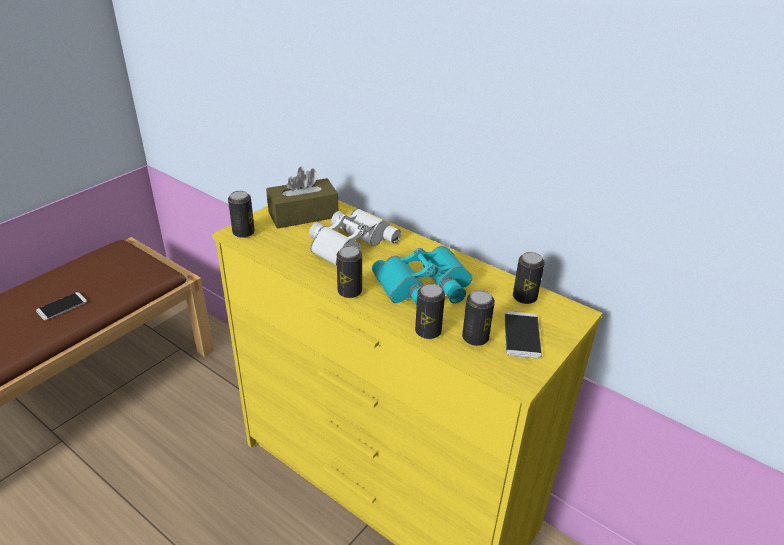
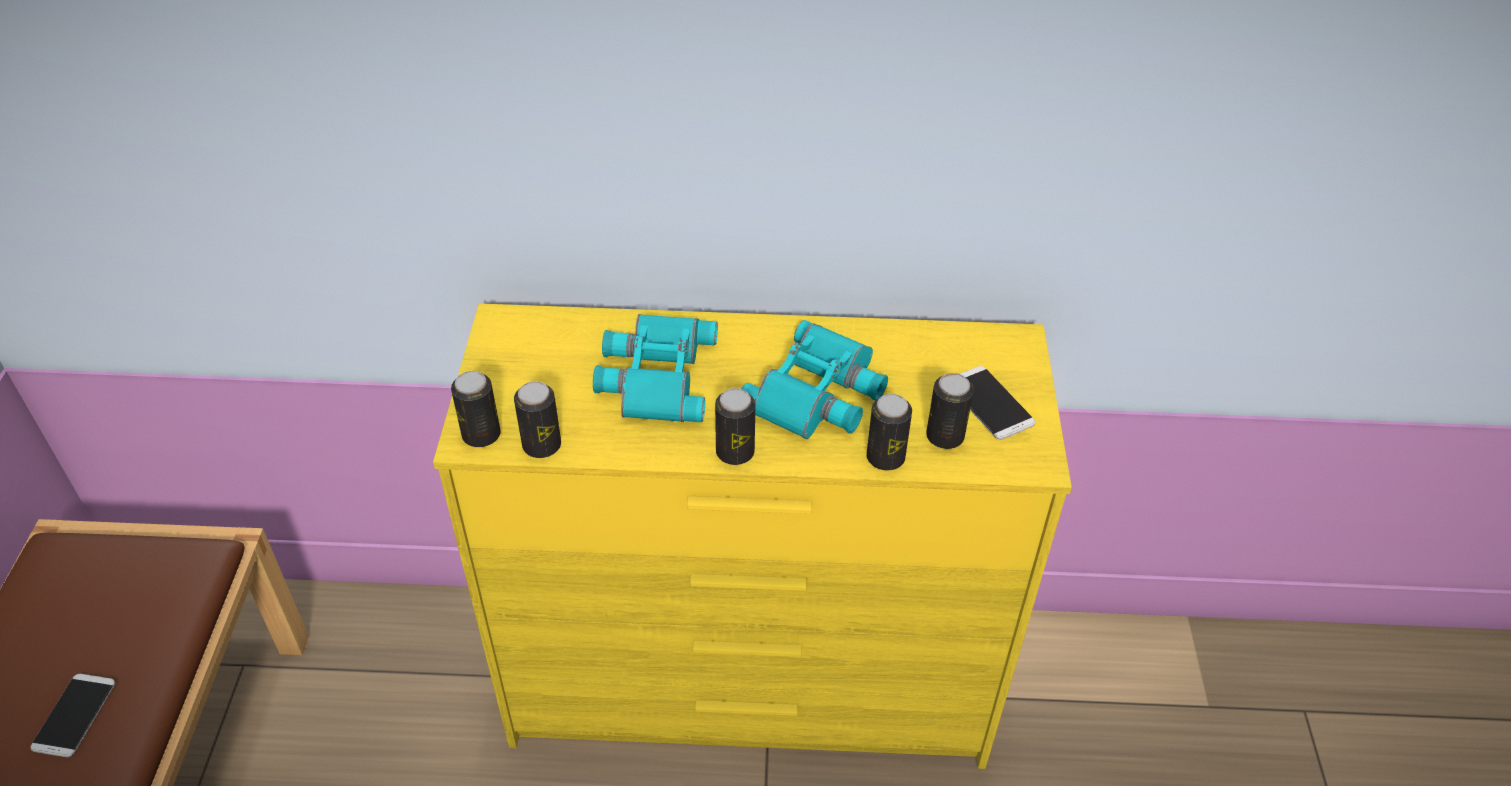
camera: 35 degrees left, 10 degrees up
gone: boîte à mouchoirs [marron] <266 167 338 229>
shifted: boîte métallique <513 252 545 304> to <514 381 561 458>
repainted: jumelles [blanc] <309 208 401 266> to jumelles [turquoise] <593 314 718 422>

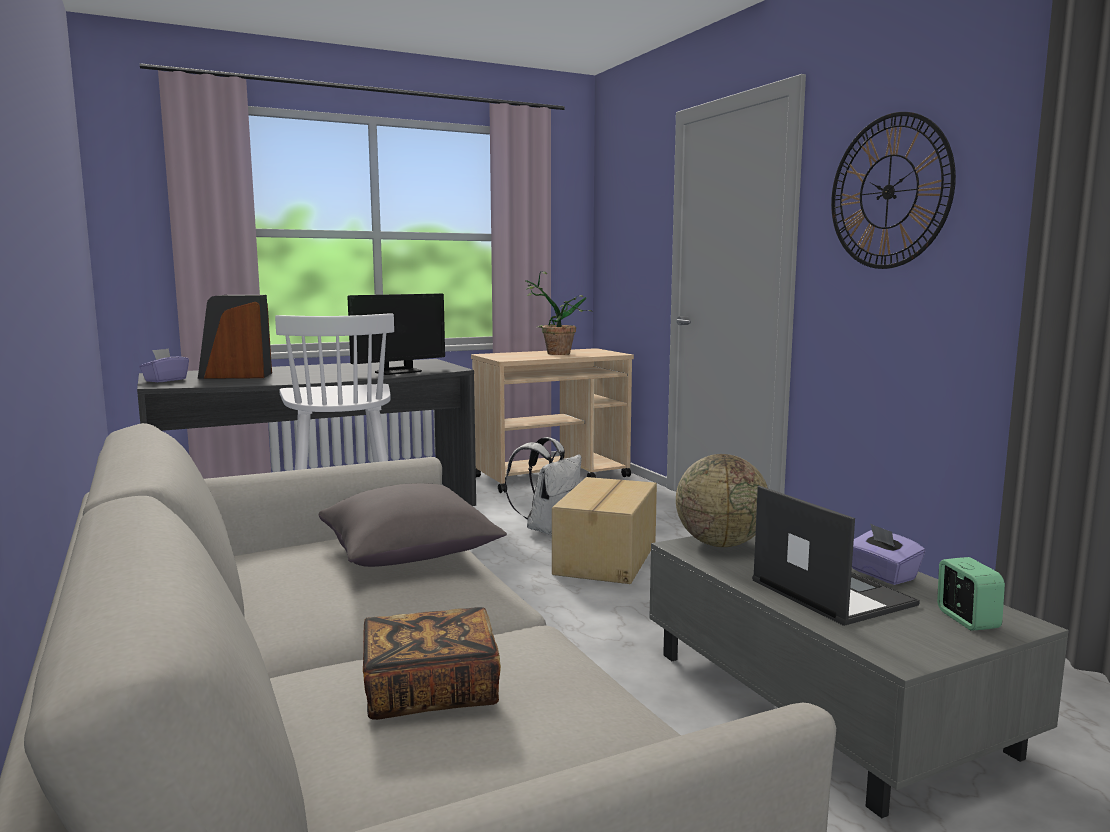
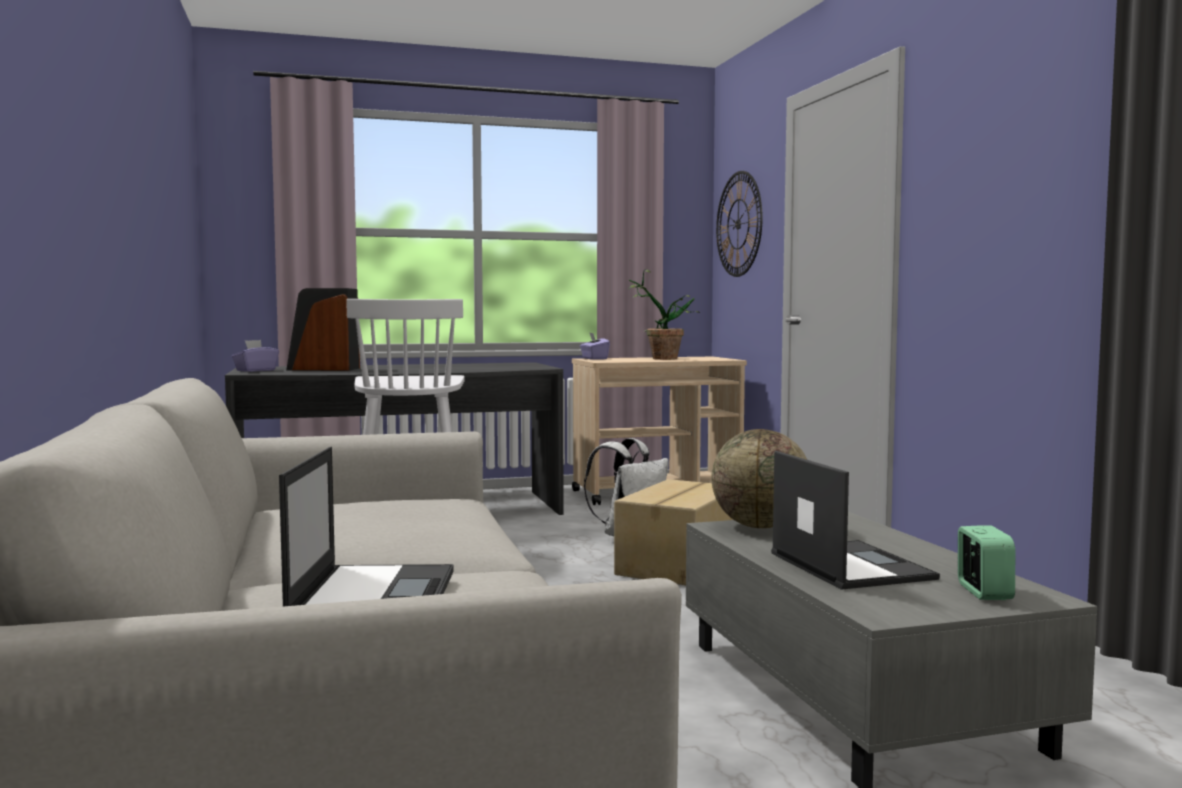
camera: 10 degrees right, 5 degrees down
gone: coussin [gris] <319 483 507 567>; écran d'ordinateur <347 293 445 375>
shifted: horloge murale <831 112 956 269> to <716 171 763 277>; boîte à mouchoirs [violet] <852 523 925 585> to <580 332 610 360>
swapped: livre <363 607 501 720> to ordinateur portable <279 447 454 606>

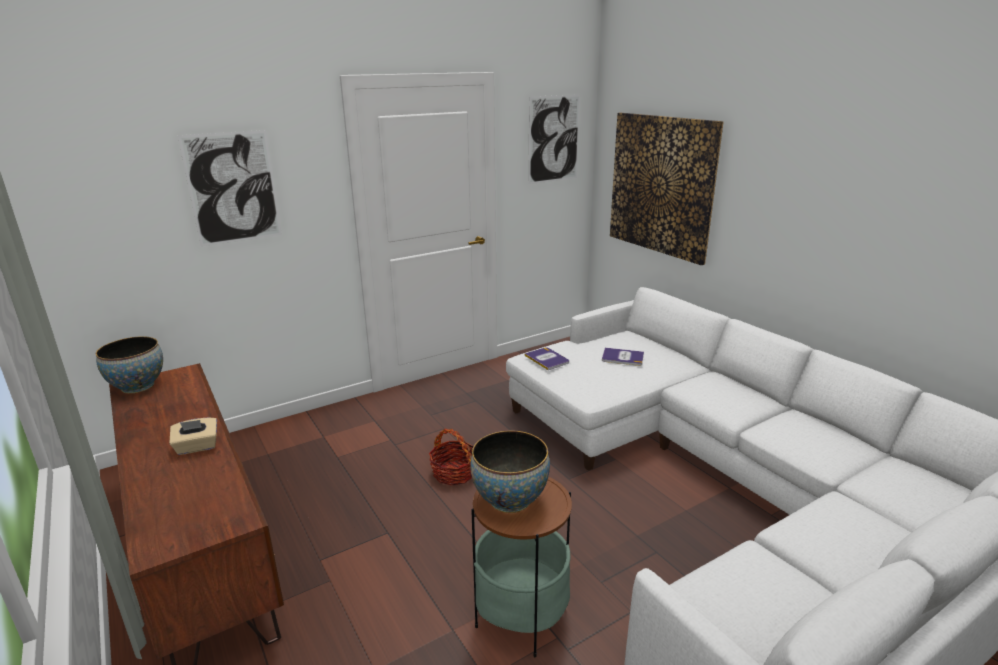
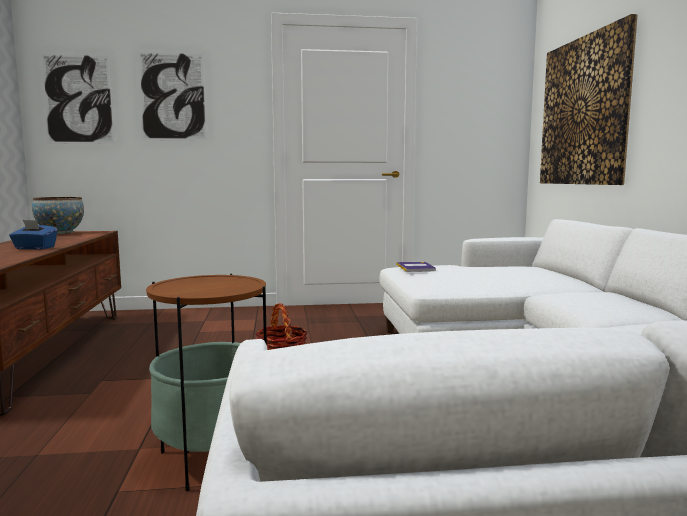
camera: 25 degrees right, 15 degrees down
gone: bol <470 430 550 513>; livre <602 348 644 366>
shifted: tableau <528 94 580 184> to <39 52 115 144>
repainted: boîte à mouchoirs [beige] <169 417 217 455> to boîte à mouchoirs [bleu] <9 220 57 250>

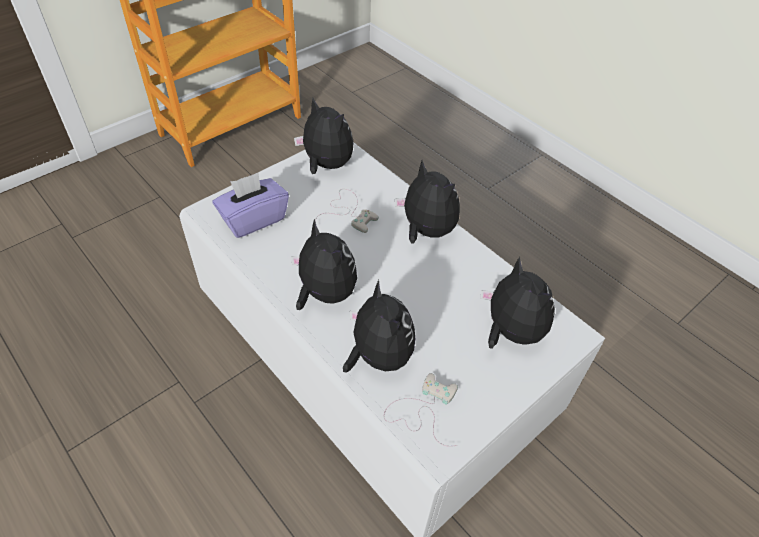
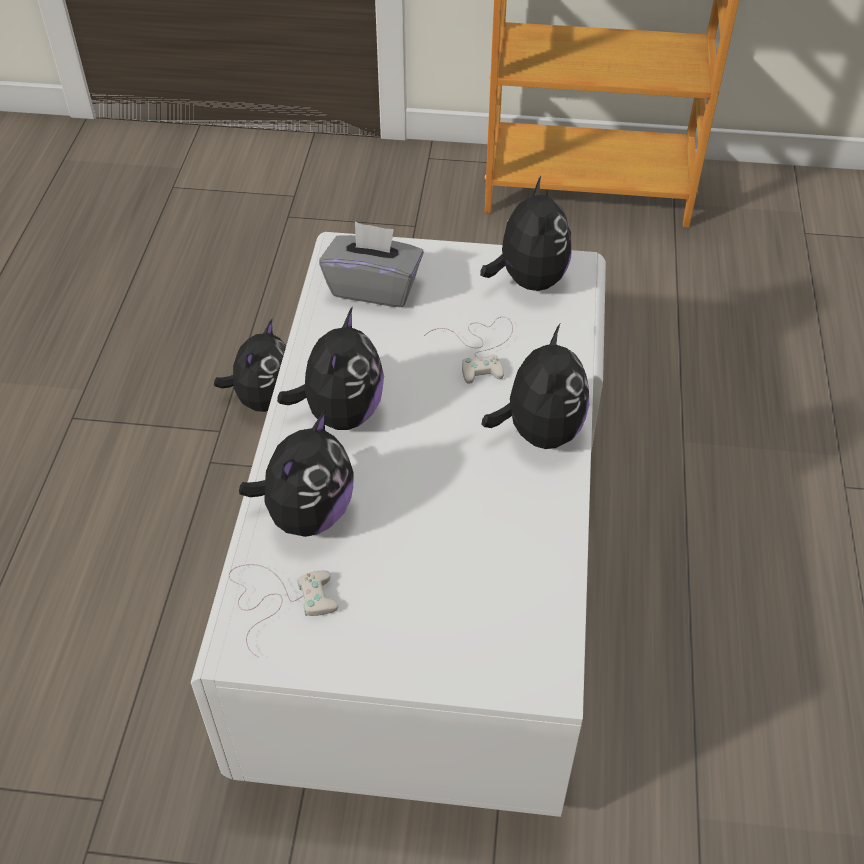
camera: 50 degrees right, 0 degrees up
shifted: peluche <480 256 555 349> to <214 319 286 412>
repainted: boîte à mouchoirs [violet] <212 173 289 238> to boîte à mouchoirs [gris] <319 222 424 307>

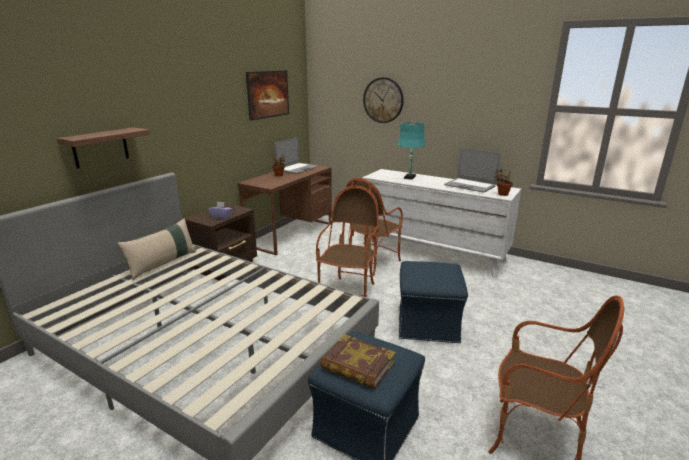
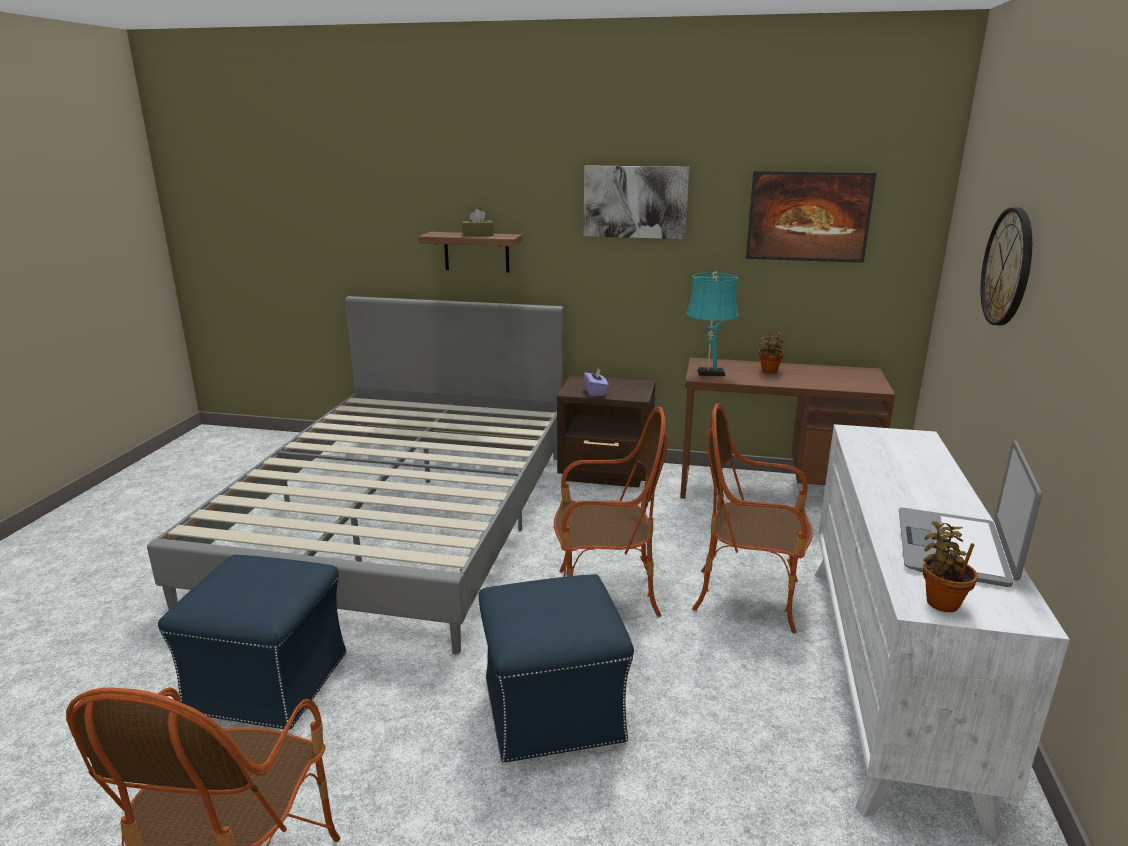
camera: 70 degrees right, 0 degrees up
gone: coussin [beige] <117 218 196 280>; ordinateur portable <275 138 318 174>; livre <320 334 396 389>
new: boîte à mouchoirs [marron] <462 209 494 237>; tableau <584 165 689 239>
shifted: lampe de table [turquoise] <397 121 425 180> to <686 271 739 376>

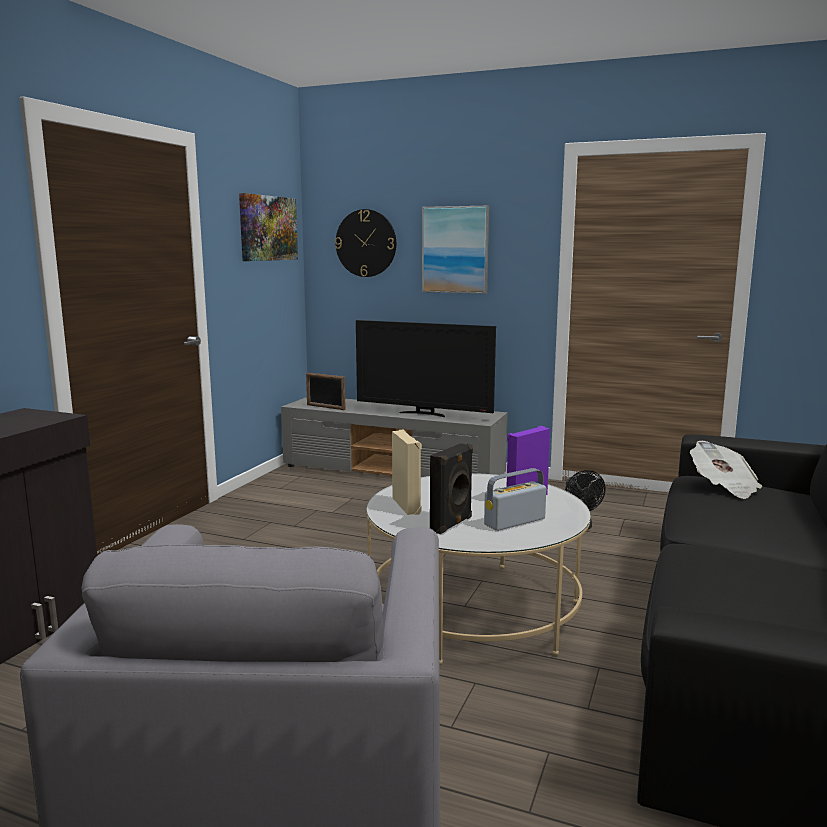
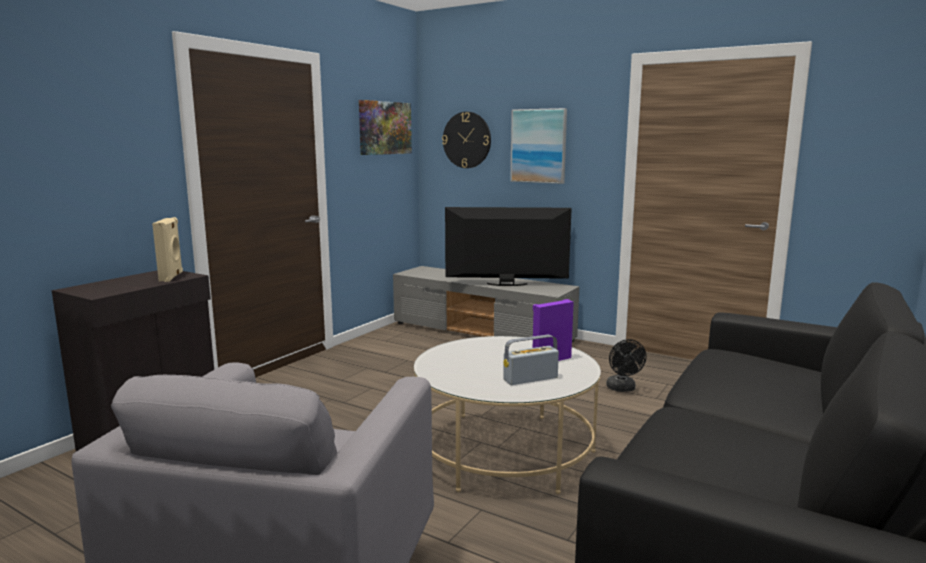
camera: 10 degrees right, 0 degrees up
gone: cadre photo <306 372 346 410>; enceinte [noir] <430 443 473 534>; journal <690 441 762 499>
shifted: enceinte [beige] <392 430 422 515> to <152 217 183 282>
rotated: téléviseur <356 320 496 417> = <445 207 572 286> 150 degrees clockwise

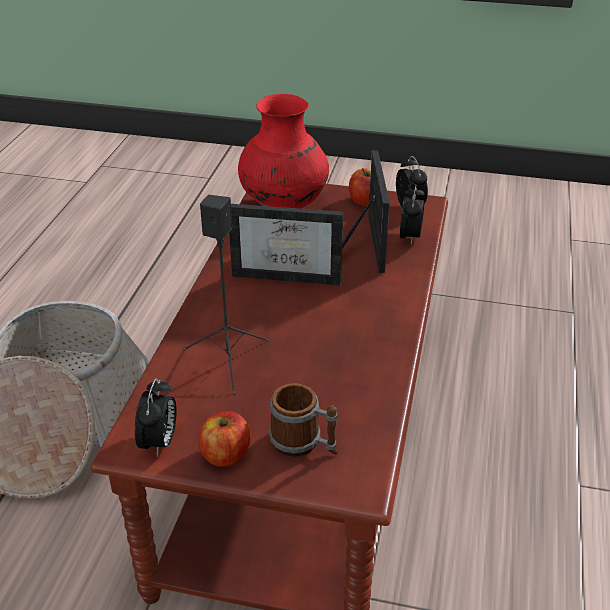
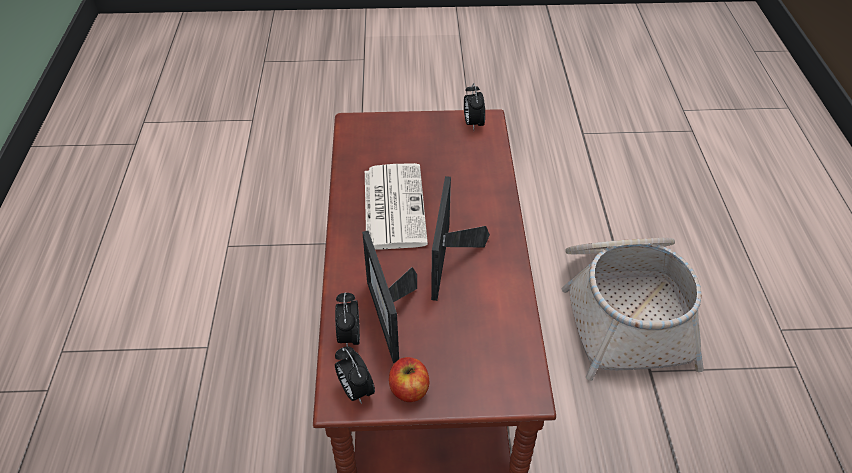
camera: 165 degrees right, 10 degrees up
gone: enceinte [noir] <183 195 269 395>; pomme <198 411 251 467>; vase [rouge] <238 94 329 209>; mug <269 383 338 457>
new: journal <365 163 428 250>
rotated: cadre photo <229 204 343 285> = <431 176 490 301> 75 degrees counterclockwise

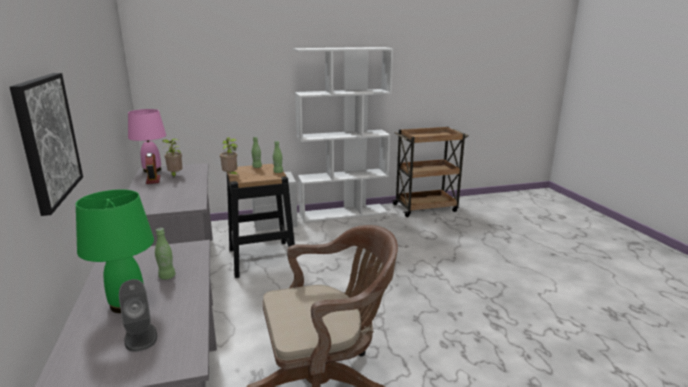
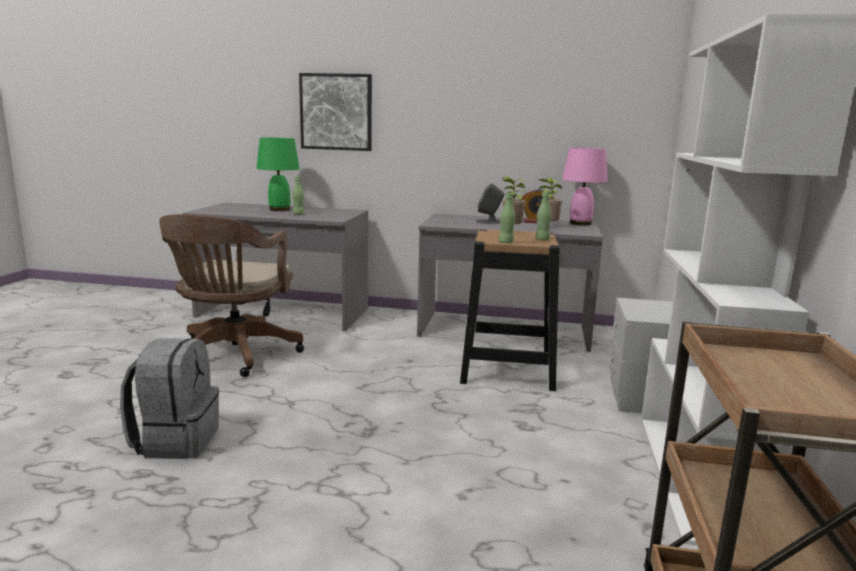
camera: 115 degrees right, 5 degrees down
new: sac à dos [gris] <120 338 219 459>
shifted: enceinte [gris] <119 279 157 352> to <476 183 504 224>

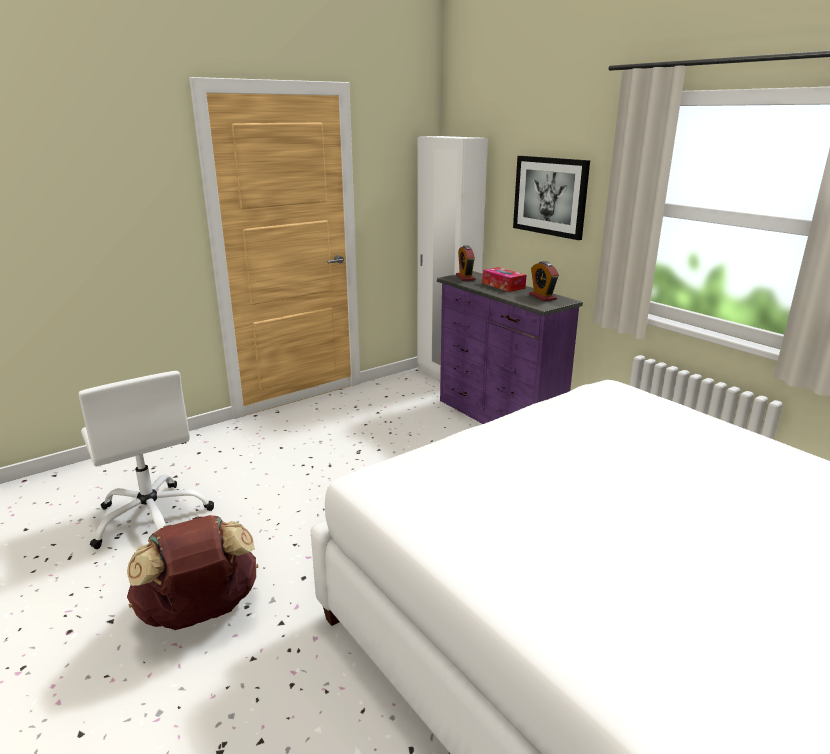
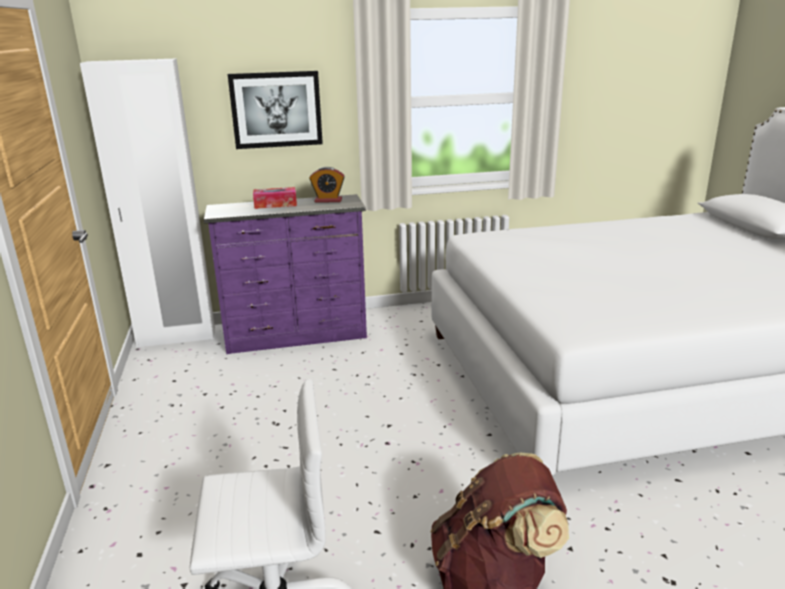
camera: 65 degrees left, 0 degrees up
gone: réveil <456 245 476 281>

